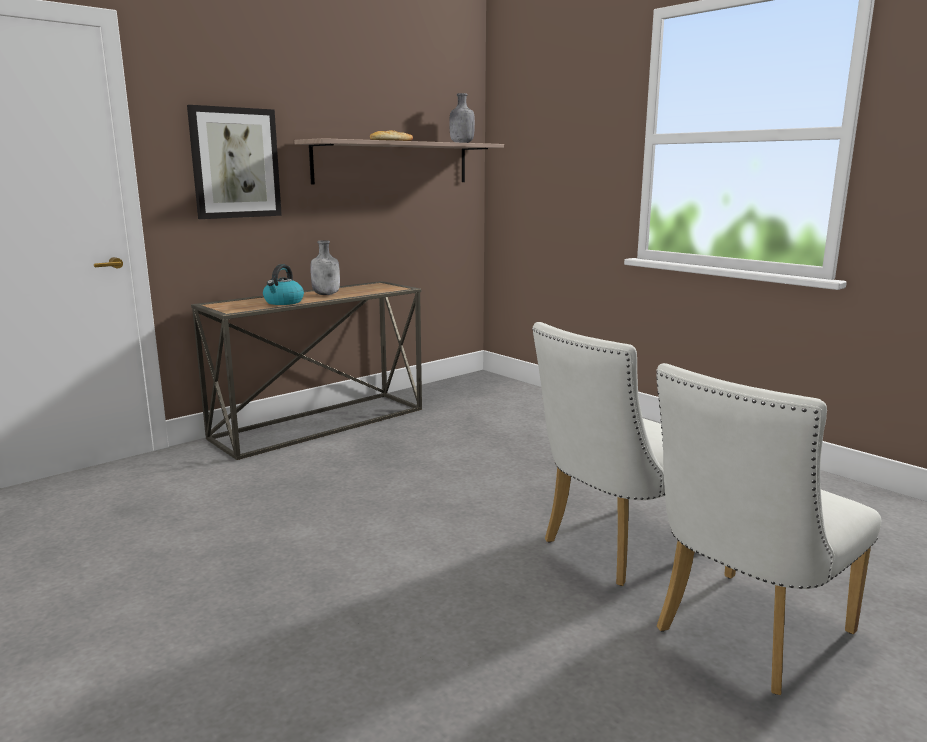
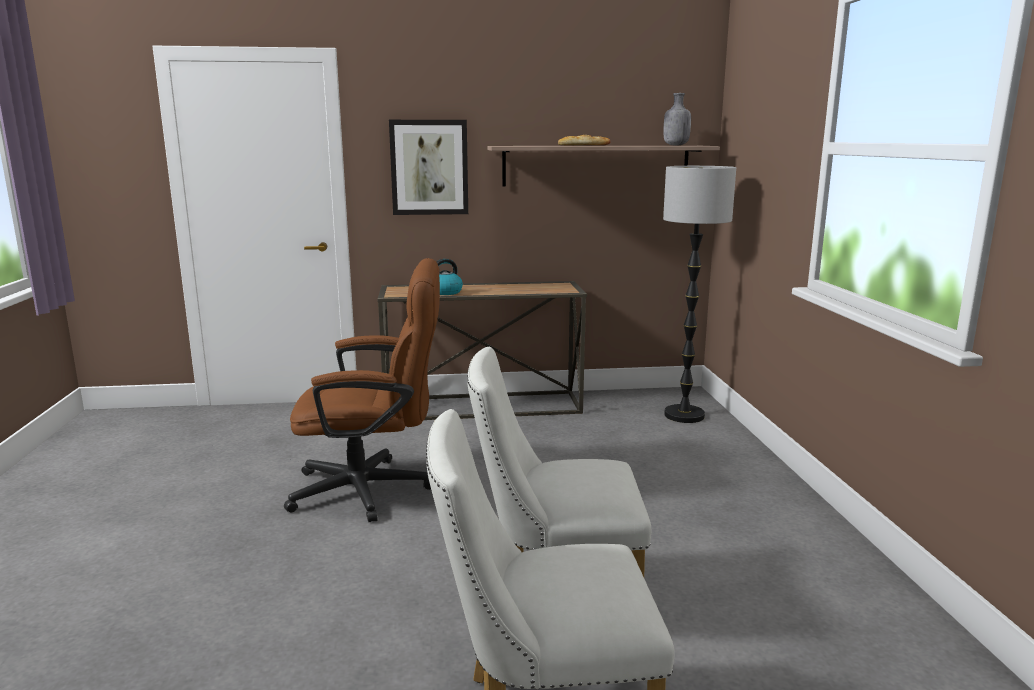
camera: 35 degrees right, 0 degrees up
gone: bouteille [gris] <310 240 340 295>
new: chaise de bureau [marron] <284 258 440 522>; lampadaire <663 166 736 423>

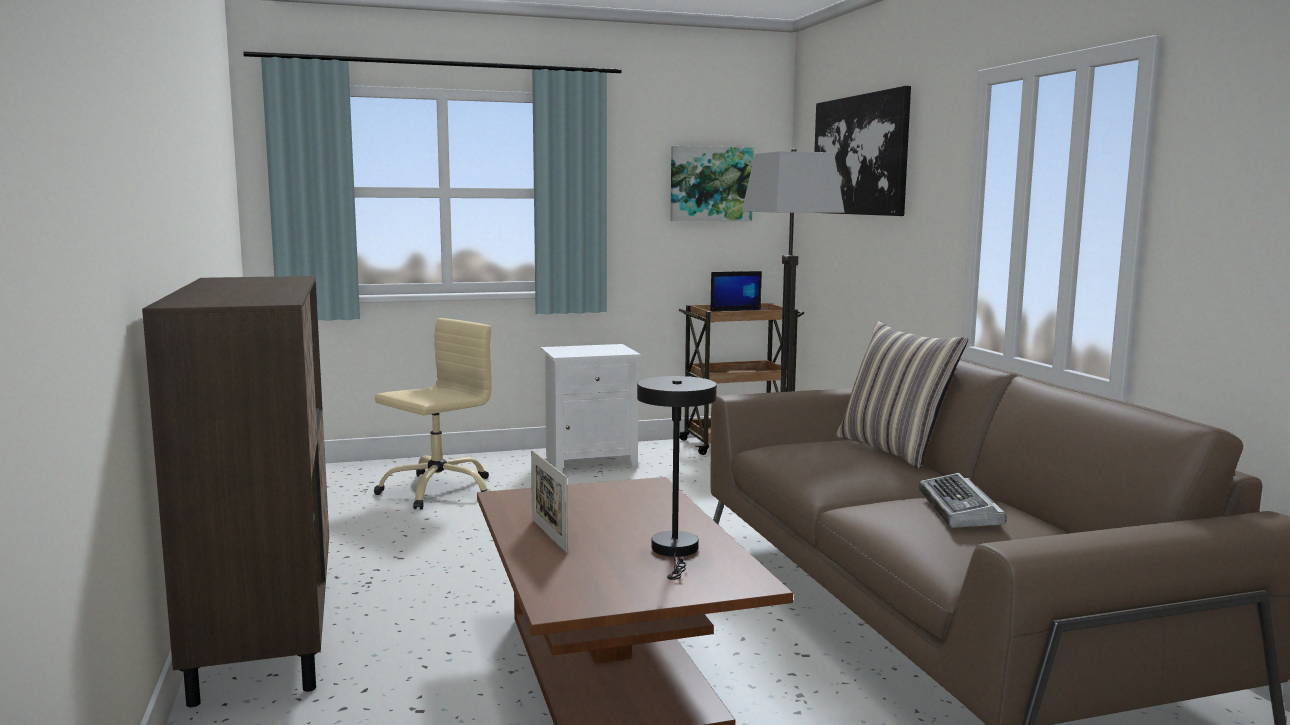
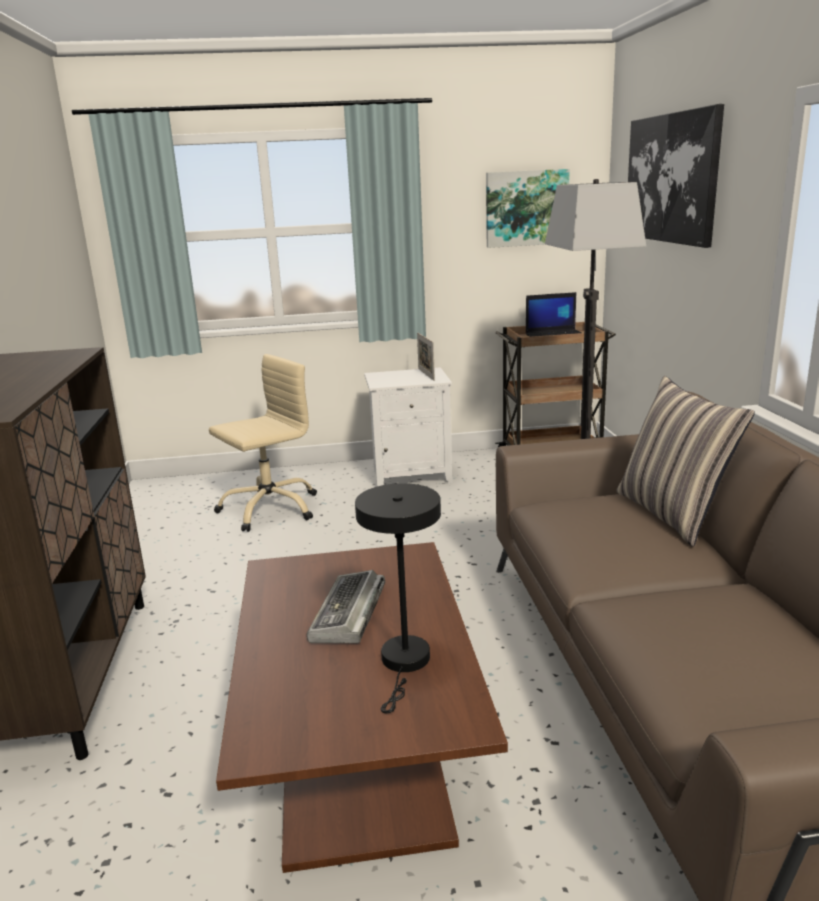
camera: 10 degrees right, 10 degrees up
shifted: cadre photo <531 450 568 552> to <417 332 435 381>; clavier <919 473 1007 528> to <307 570 385 643>

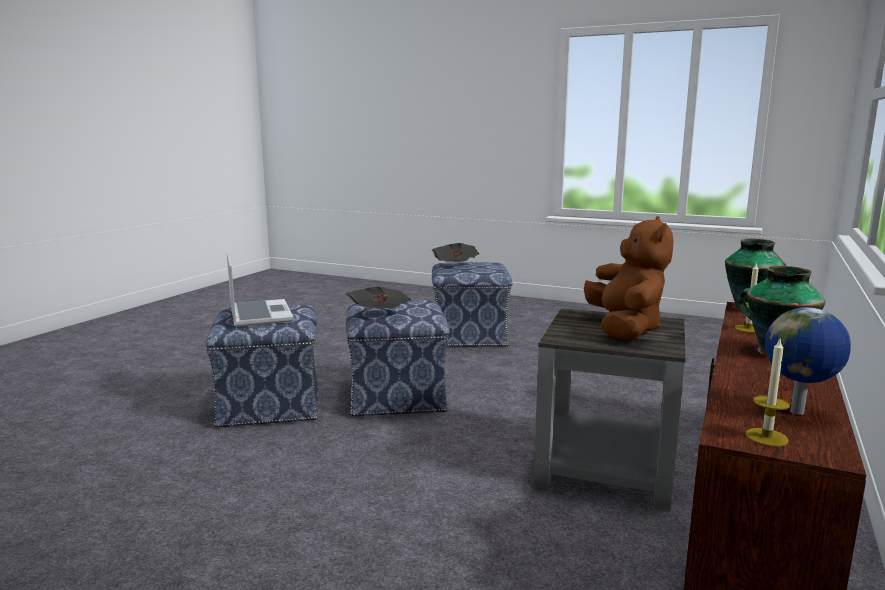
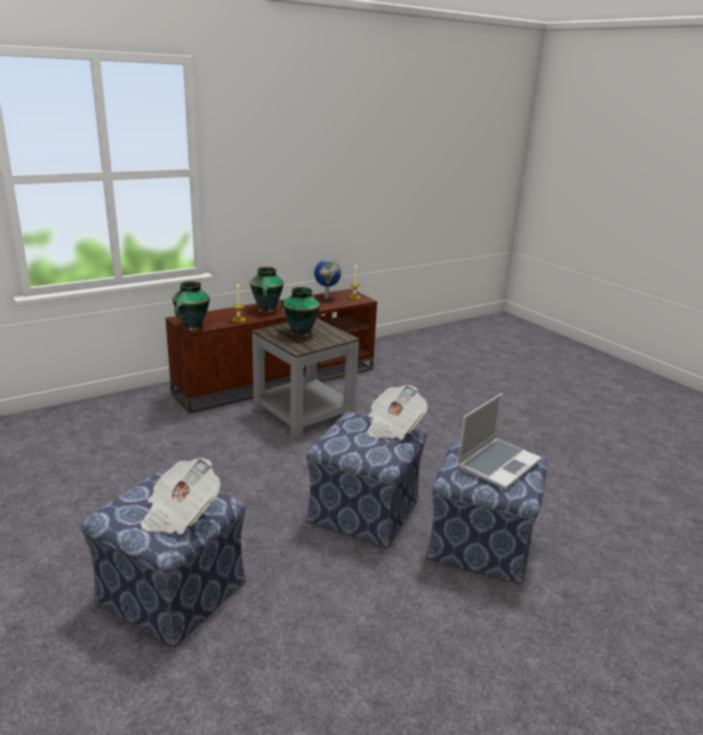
camera: 150 degrees left, 10 degrees up
swapped: peluche [marron] <584 216 674 340> to vase <281 287 320 337>
rotated: ordinateur portable <227 252 294 327> = <457 393 542 489> 150 degrees counterclockwise

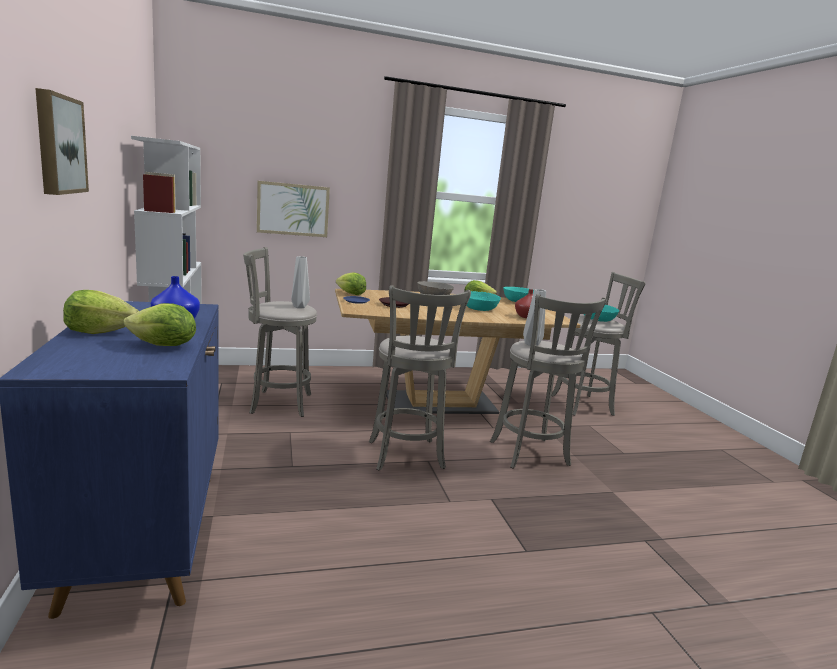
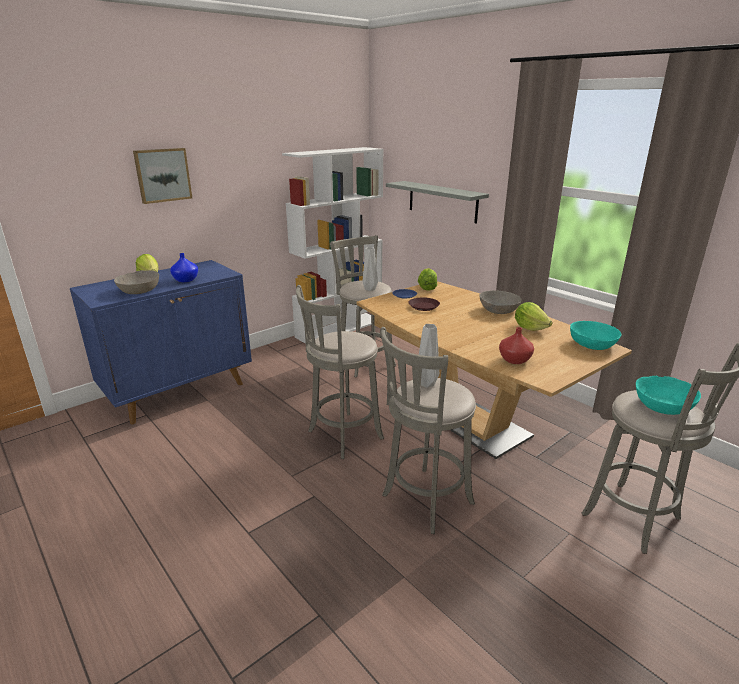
camera: 65 degrees right, 10 degrees up
gone: bol [turquoise] <467 291 501 311>
swapped: laitue <124 303 196 346> to bol [gris] <114 270 159 294>; tableau <257 181 330 237> to étagère [gris] <386 181 489 223>

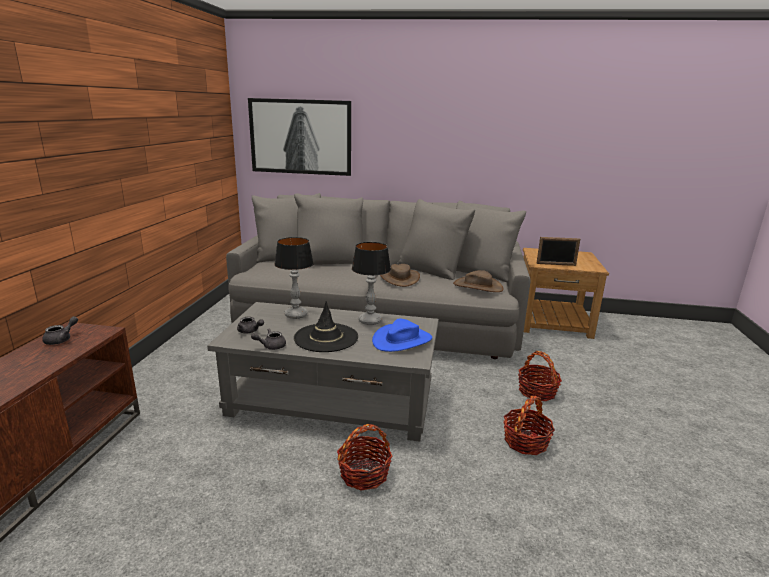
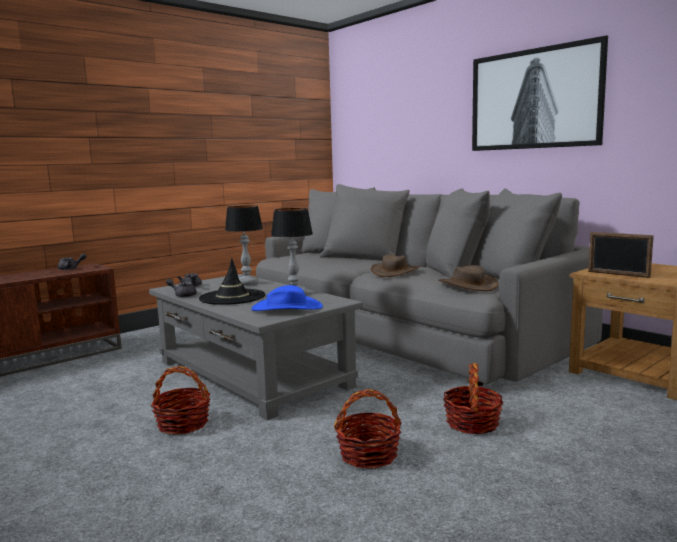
camera: 40 degrees right, 10 degrees down
shifted: tableau <248 98 351 176> to <472 35 608 151>

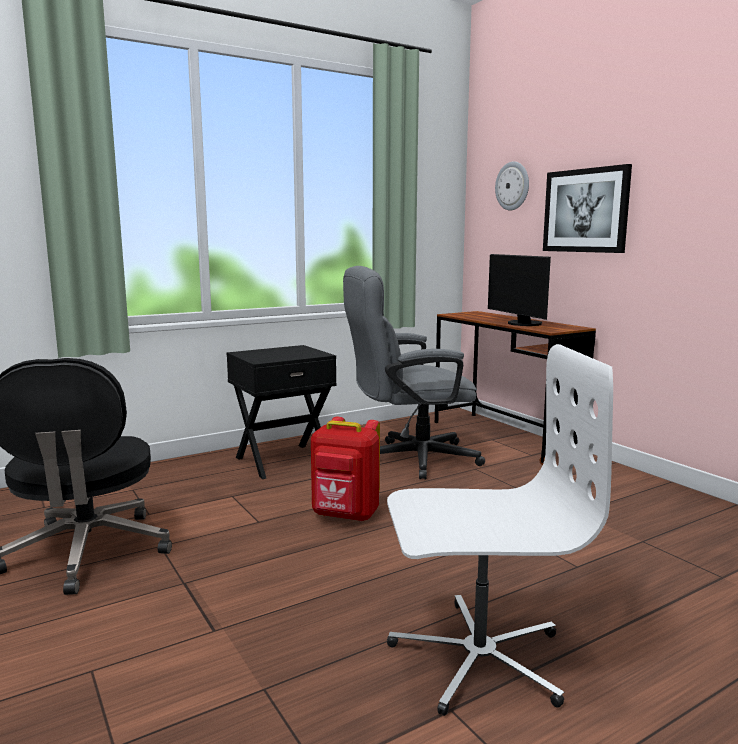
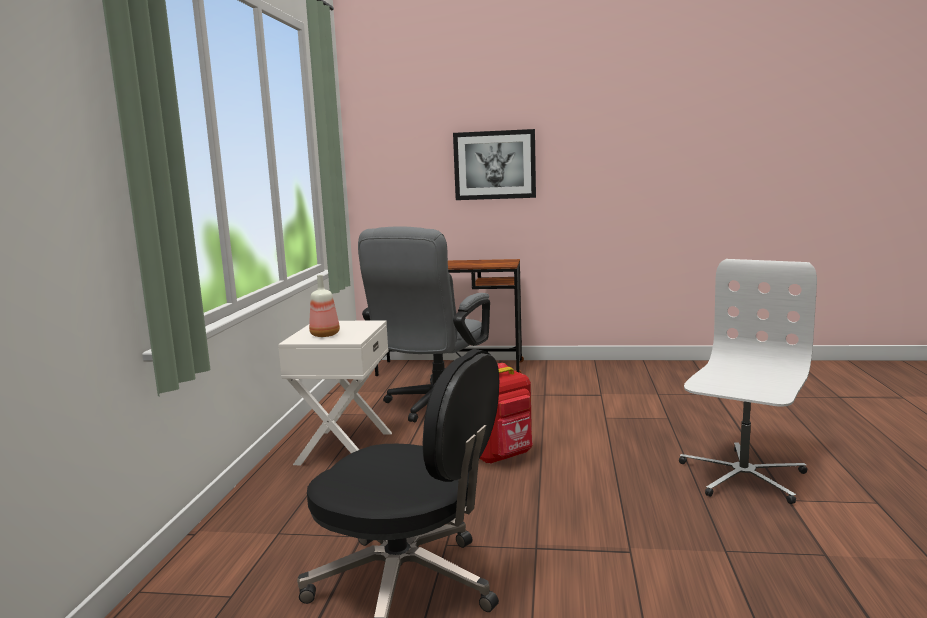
camera: 50 degrees left, 0 degrees up
gone: écran d'ordinateur <488 254 551 326>; horloge murale <495 161 529 210>
new: bouteille <309 275 340 337>
repainted: table de chevet [noir] <227 345 337 479> to table de chevet [blanc] <278 320 392 465>

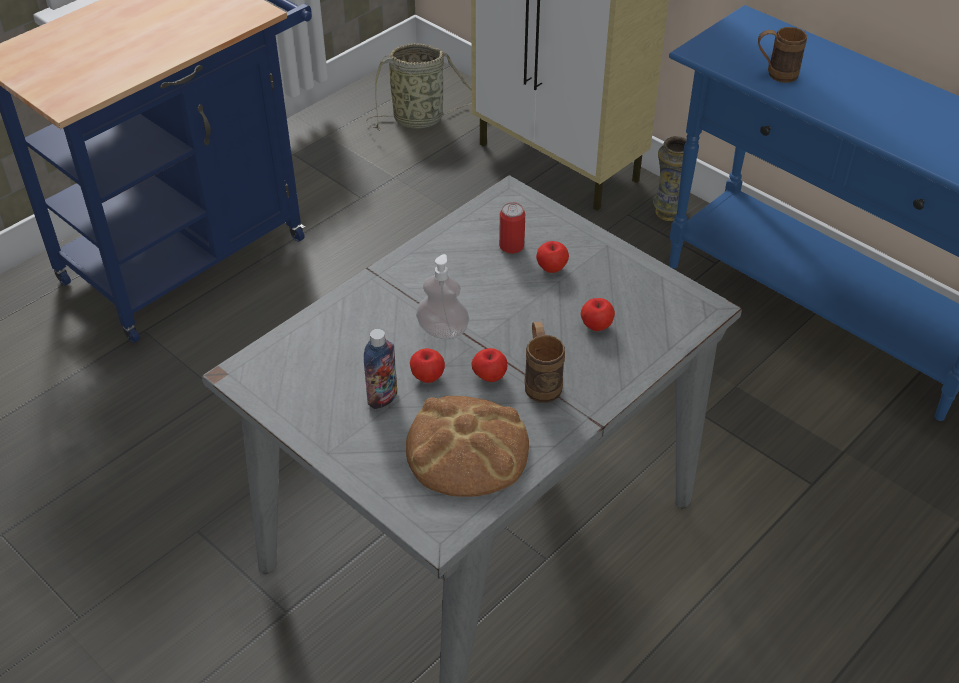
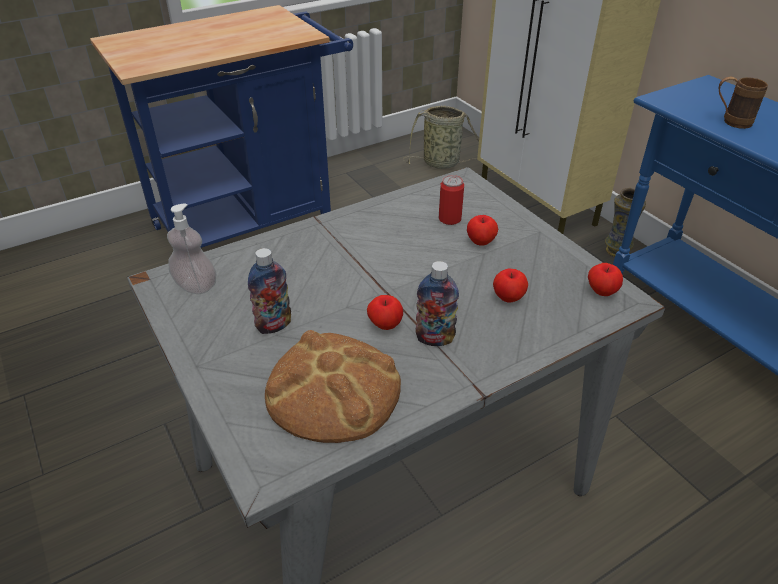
camera: 15 degrees right, 5 degrees down
shifted: pomme <410 348 445 383> to <588 263 623 296>; distributeur de savon <416 254 469 339> to <167 204 216 294>
swapped: mug [marron] <525 321 565 403> to bouteille <415 261 459 346>

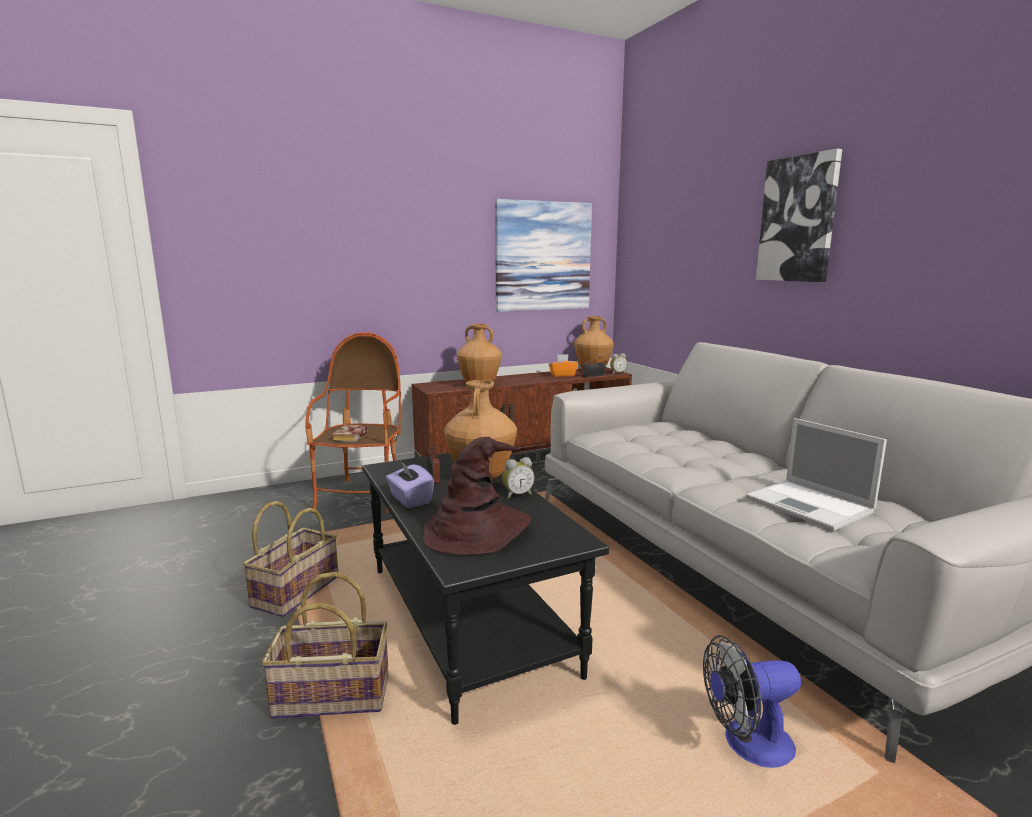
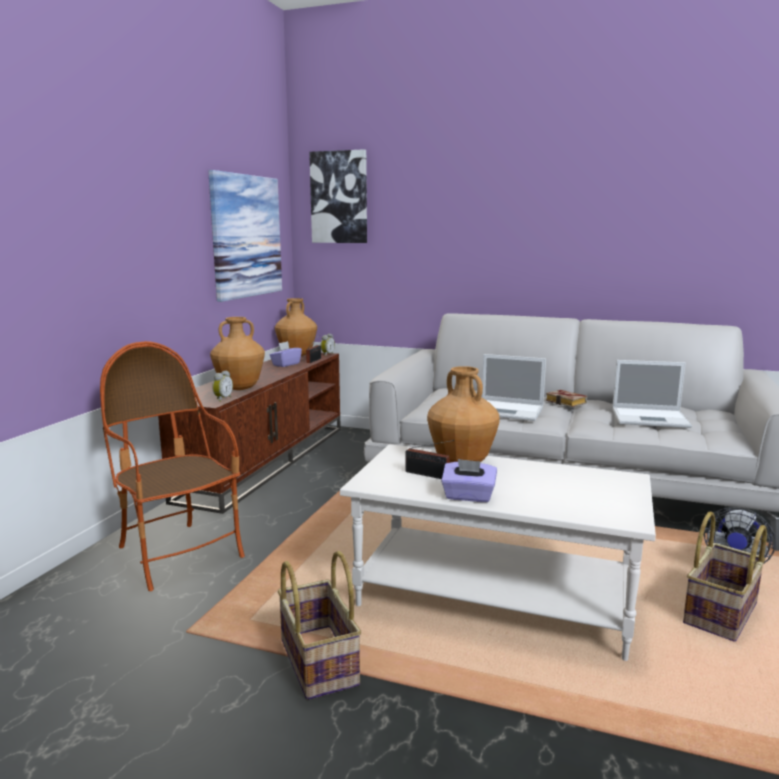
camera: 45 degrees left, 0 degrees up
gone: chapeau [marron] <423 437 531 555>
new: ordinateur portable <482 354 546 421>
shifted: panier <262 572 389 719> to <683 512 767 642>; livre <332 425 368 442> to <546 390 587 407>; réveil <502 457 535 499> to <212 370 233 402>; tableau <756 149 842 282> to <309 149 367 243>
repainted: table basse [noir] <362 453 610 725> to table basse [blanc] <340 444 656 661>; boîte à mouchoirs [orange] <549 354 578 377> to boîte à mouchoirs [violet] <270 341 302 367>

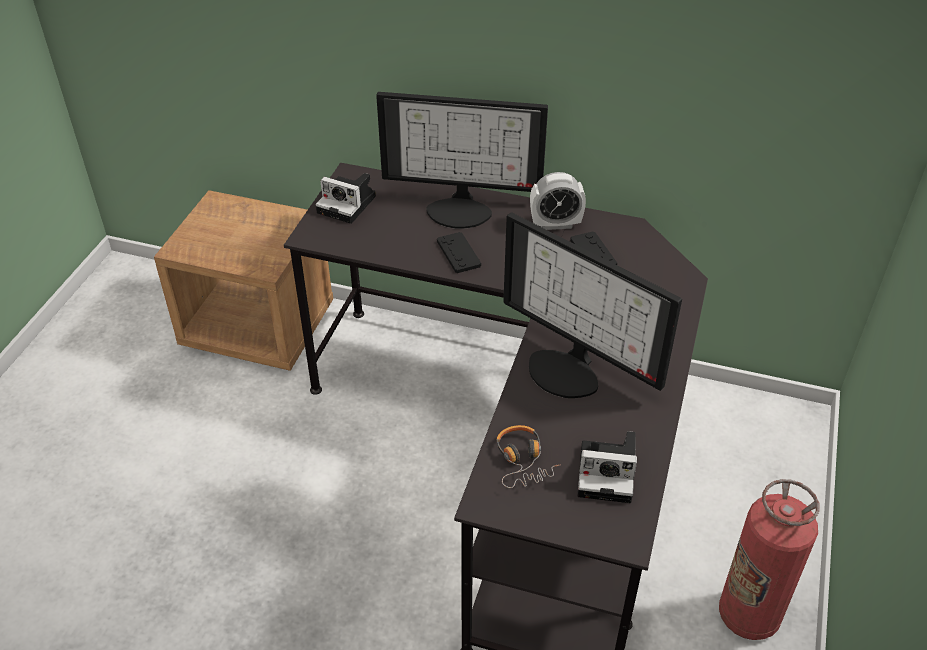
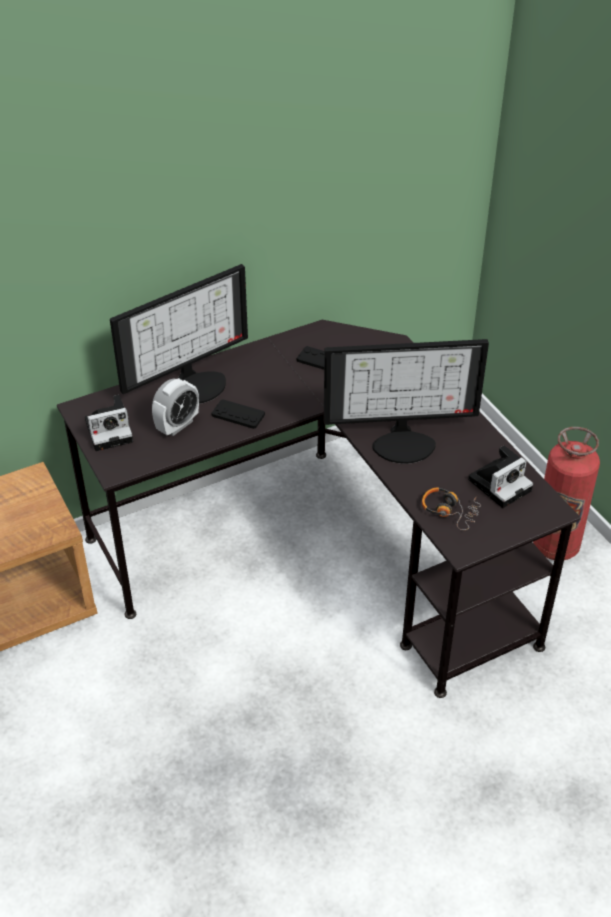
camera: 45 degrees left, 0 degrees up
shifted: réveil <530 172 586 230> to <152 378 199 436>

